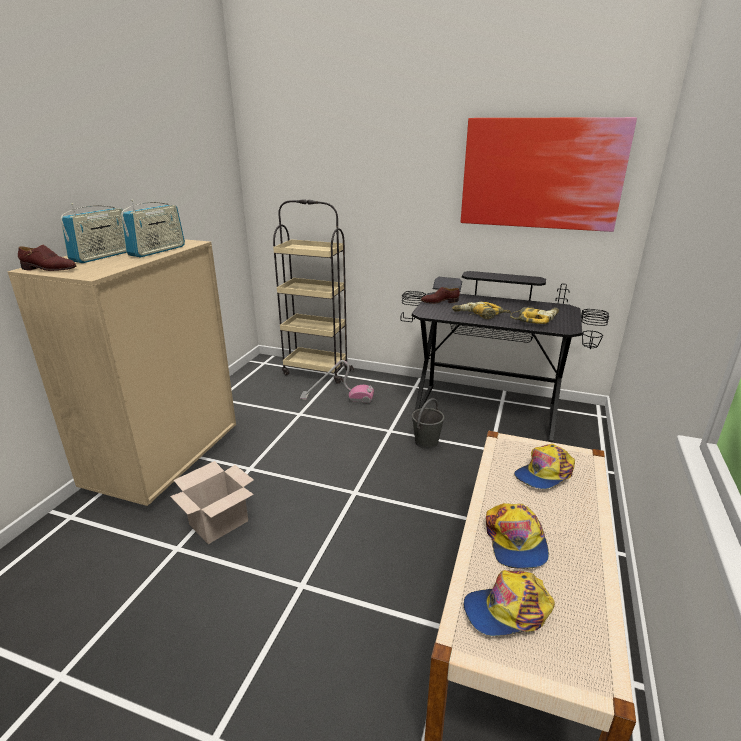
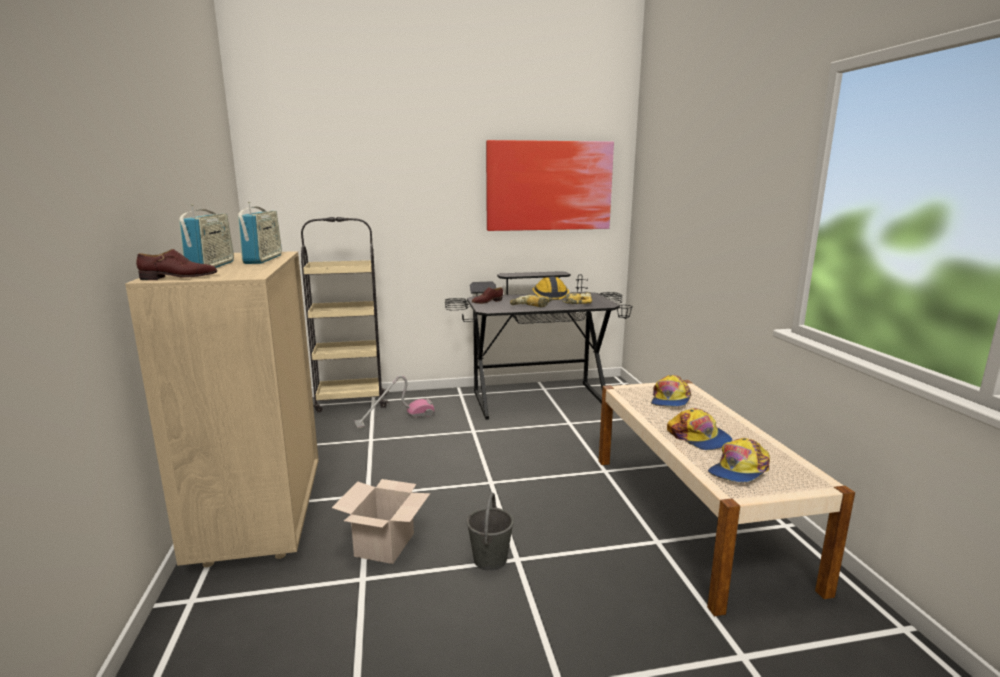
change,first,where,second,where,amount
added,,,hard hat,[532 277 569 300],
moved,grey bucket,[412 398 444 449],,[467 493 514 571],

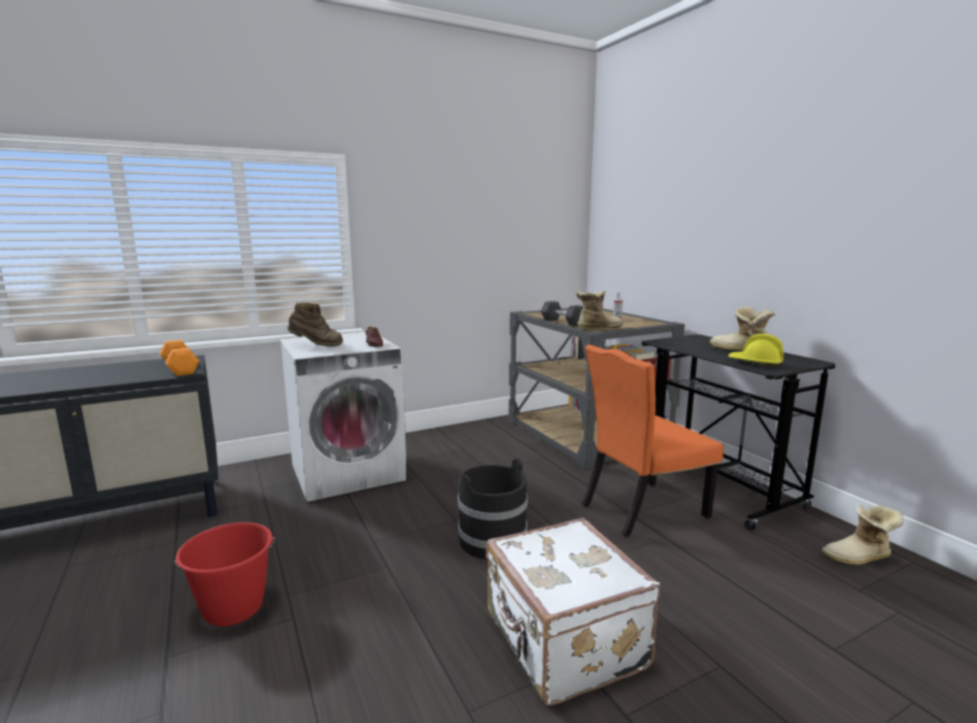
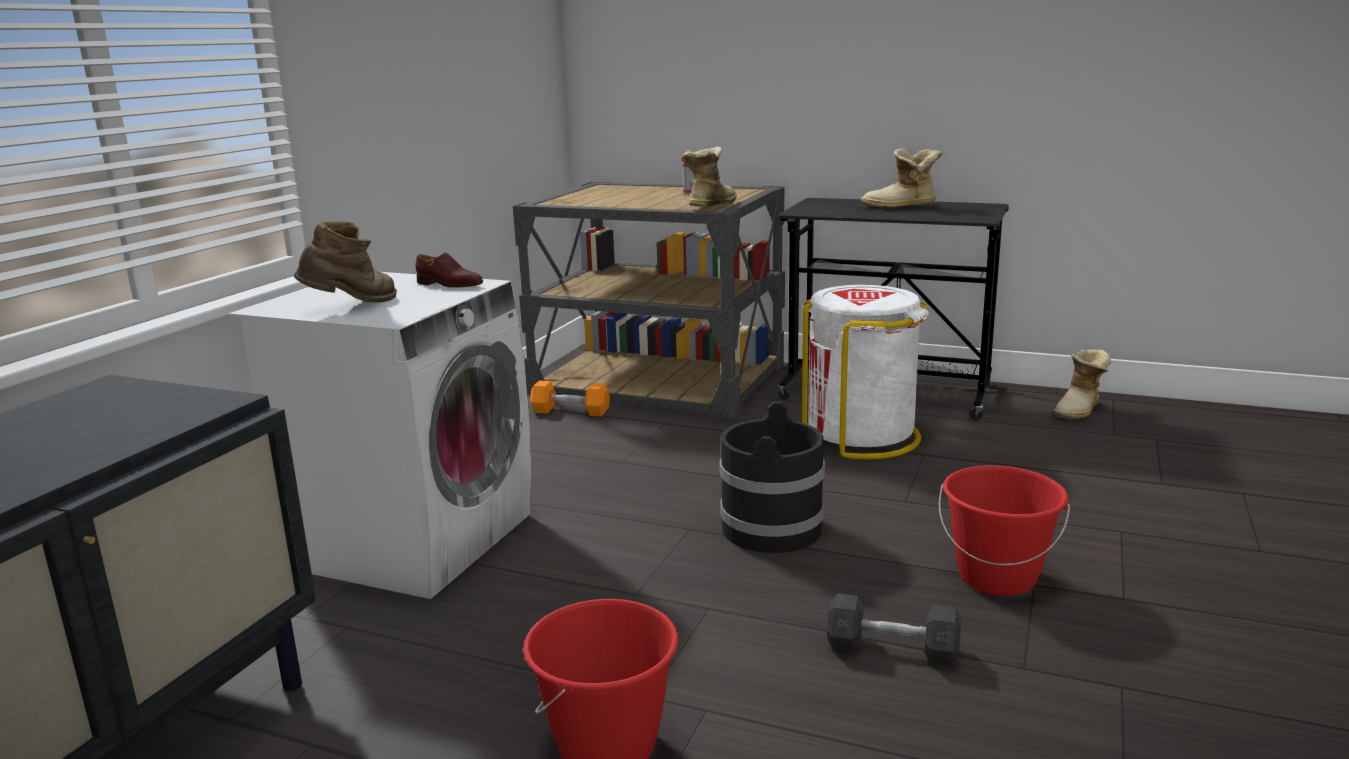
change,first,where,second,where,amount
removed,yellow hard hat,[728 334 784 368],,,
moved,orange dumbbell,[159 340 199 376],,[530 380 610 417],
moved,grey dumbbell,[541 301 583 326],,[827 593 961 665],
replaced,white suitcase,[486 518 660 705],red bucket,[939 465 1070 596],
replaced,orange chair,[582 345 724 537],white trash can,[802 285 929 459],

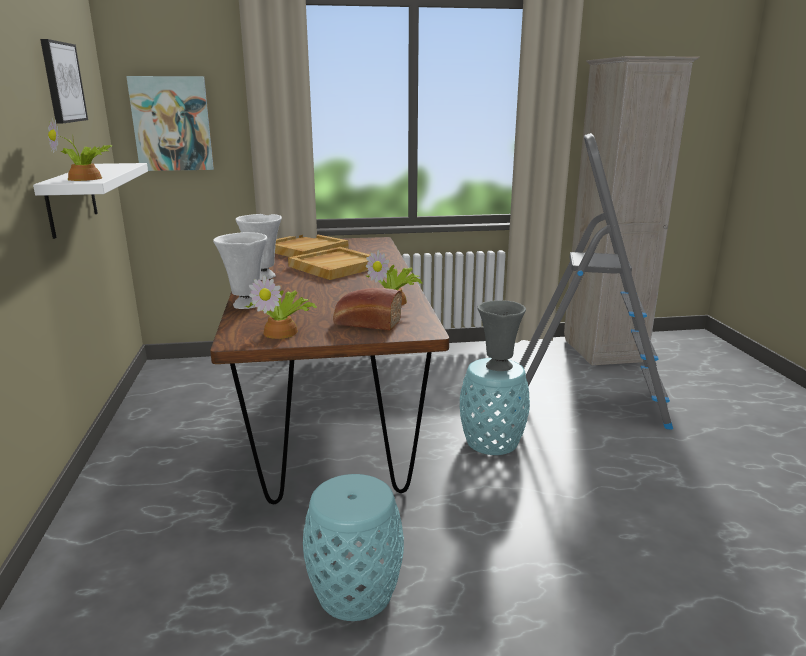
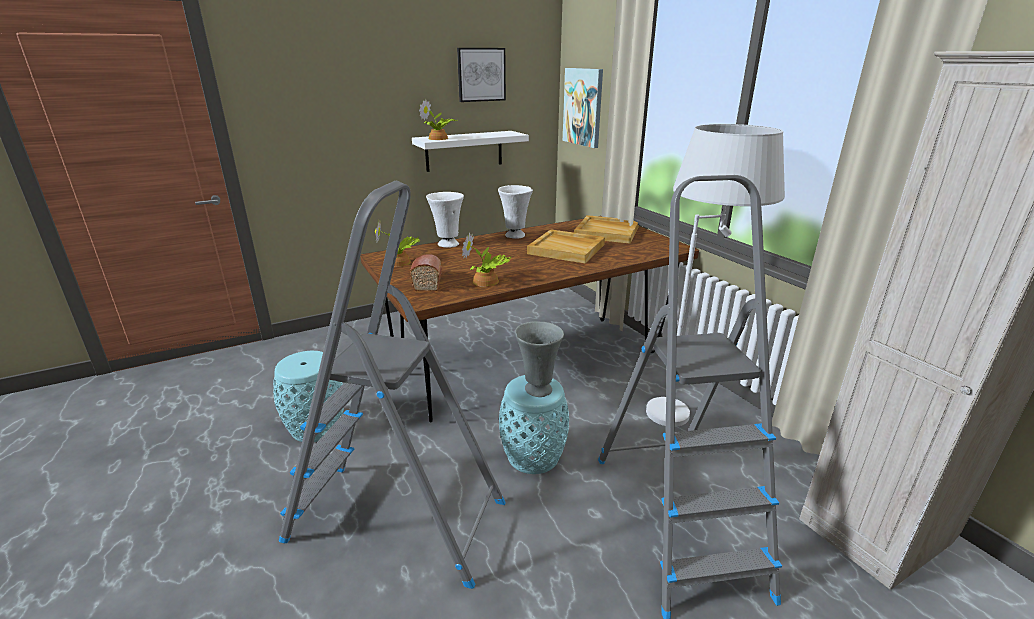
change,first,where,second,where,amount
added,,,grey step ladder,[279 181 506 589],
added,,,white floor lamp,[646 124 785 427],

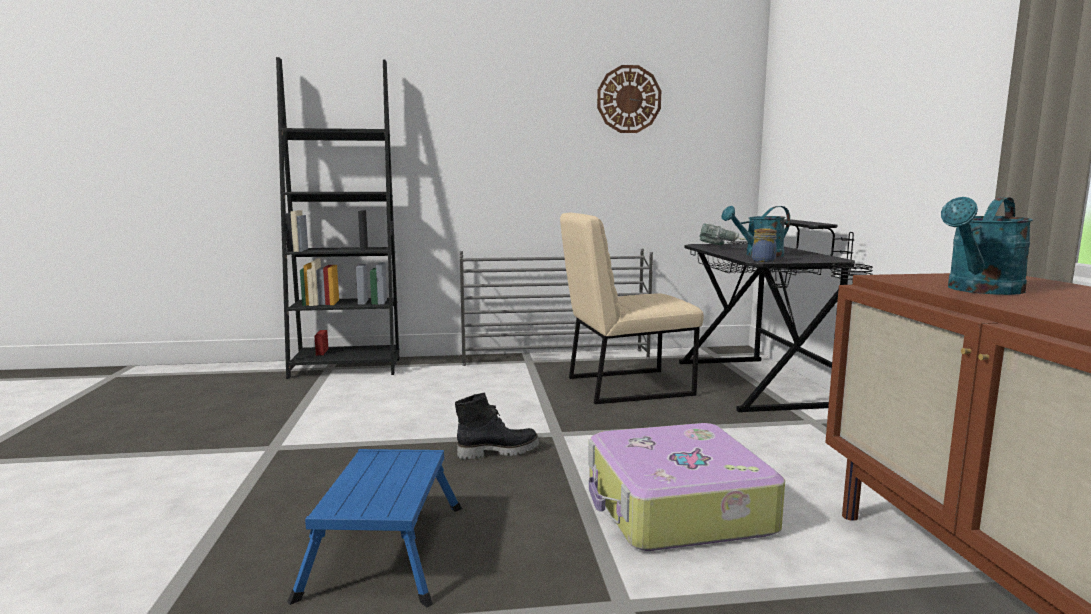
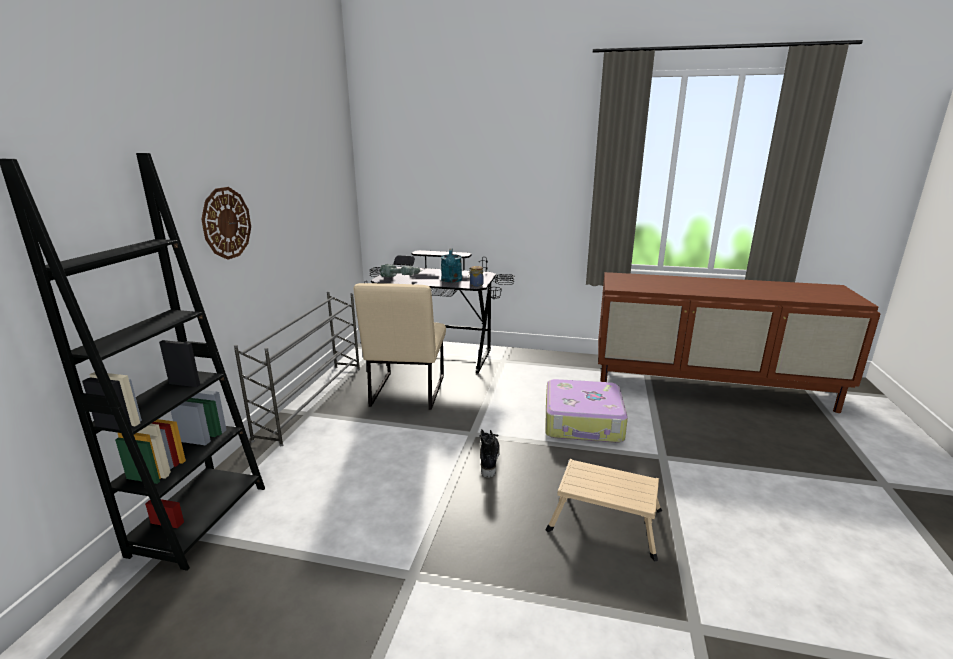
change,first,where,second,where,amount
removed,turquoise watering can,[941 197 1033 295],,,
moved,wall clock,[597 65 661 133],,[201 187 251 260],
recoloured,blue step ladder,[287 449 463 607],beige step ladder,[546 459 662 561],

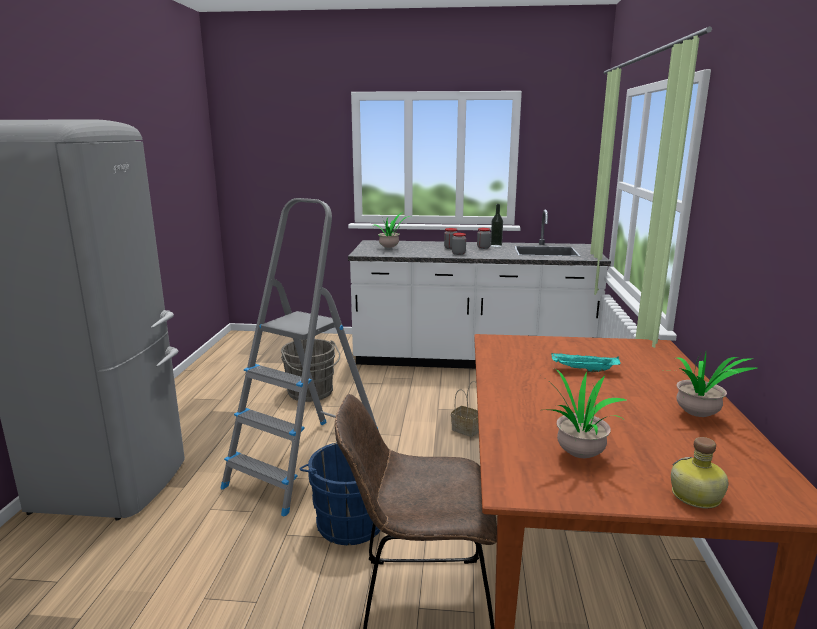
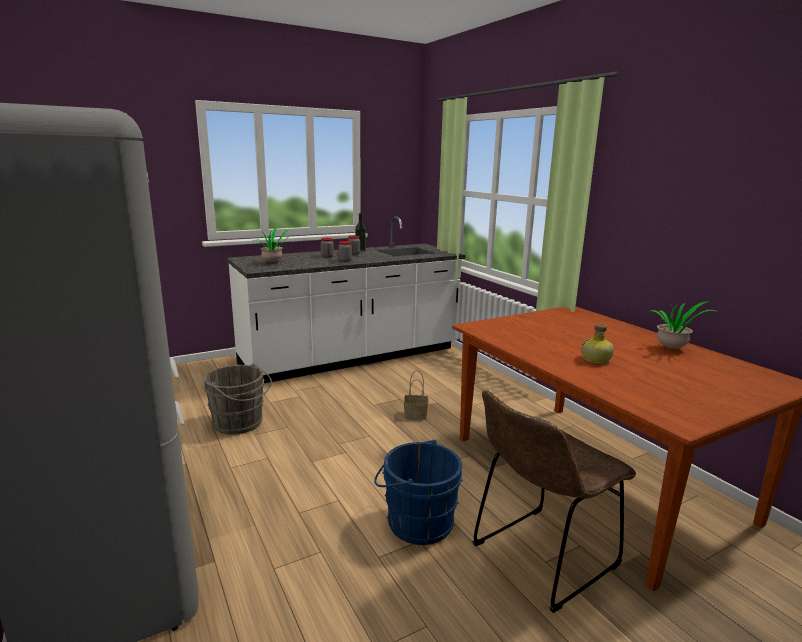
change,first,where,second,where,amount
removed,grey step ladder,[220 198 378 517],,,
removed,potted plant,[537 368 627 458],,,
removed,turquoise tray,[551 353 621 372],,,
moved,bottle,[671 437 729 508],,[581 324 614 364],

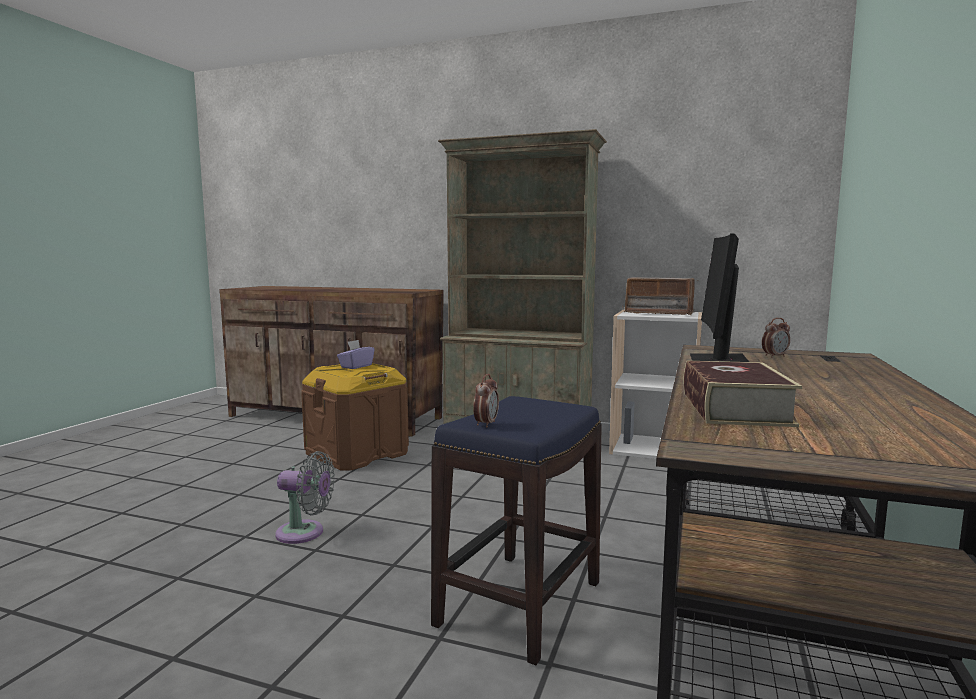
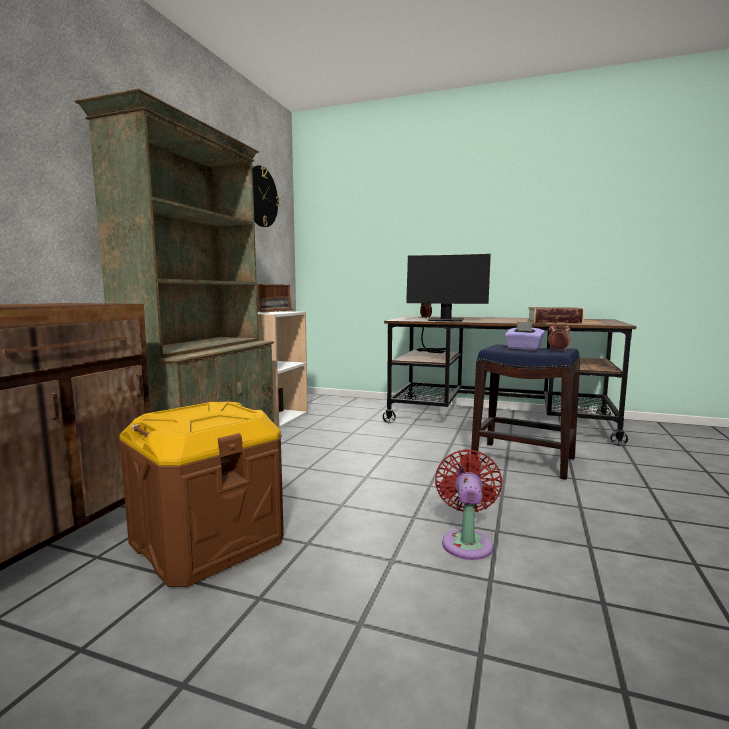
change,first,where,second,where,amount
added,,,wall clock,[252 165 280 227],
moved,purple tissue box,[337 340 375 369],,[505 322 545 350],
recoloured,grey fan,[275 451 335 544],red fan,[435 449 503 560],

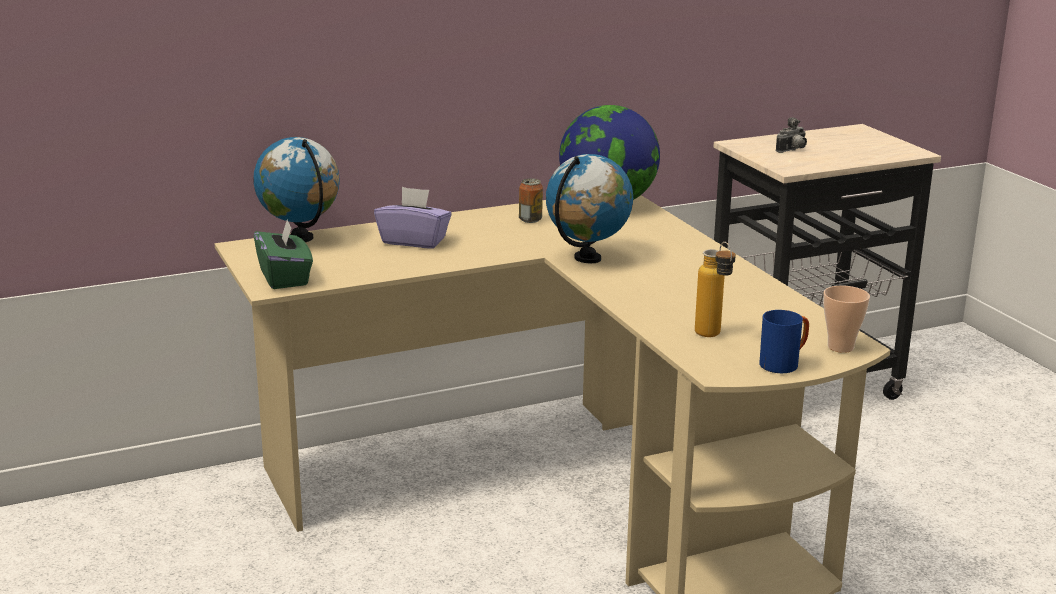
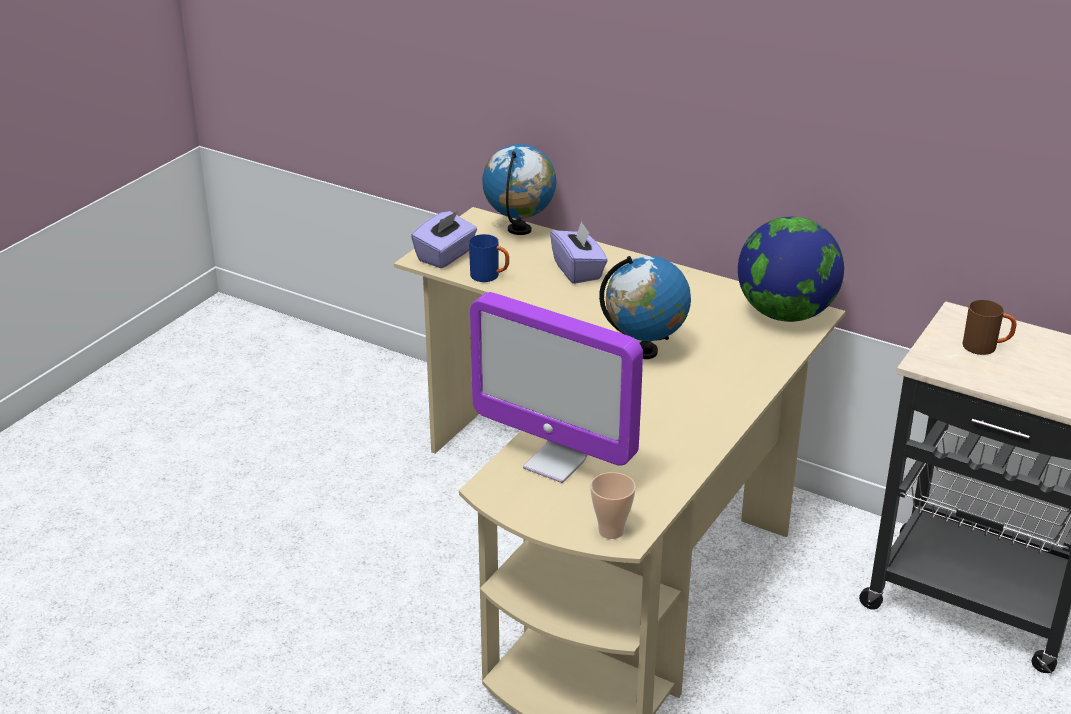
change,first,where,second,where,amount
removed,can,[519 178 543 223],,,
moved,blue mug,[759 310 809 373],,[469 234 509 282],
replaced,bottle,[695 242 736 337],monitor,[470 292 643 483],
replaced,photo camera,[776 117 807 153],brown mug,[963 300 1017 355],
recoloured,green tissue box,[254 218 313 289],purple tissue box,[411 211 477 268],

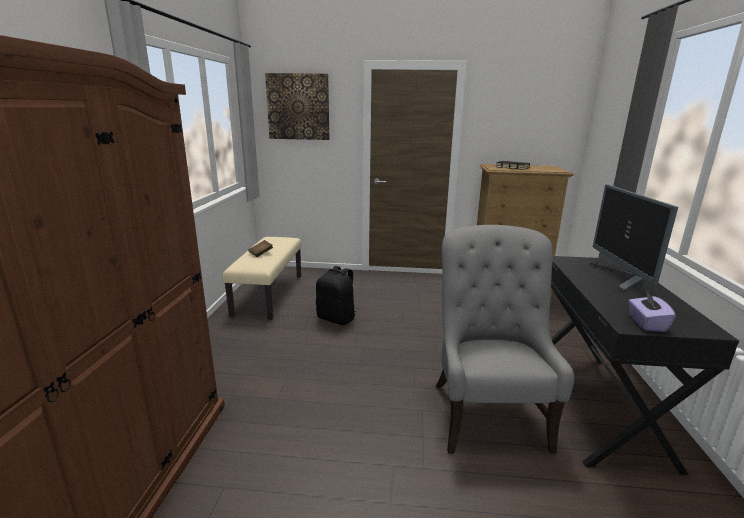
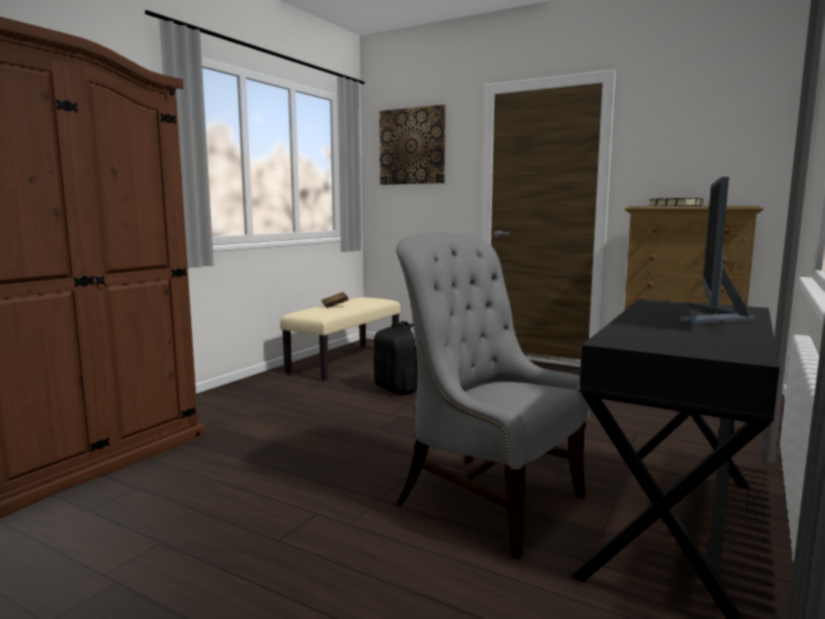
change,first,where,second,where,amount
removed,purple tissue box,[629 291 676 332],,,
turned,grey chair,[435 225 574 454],,[396 232 590 559],75 degrees counterclockwise

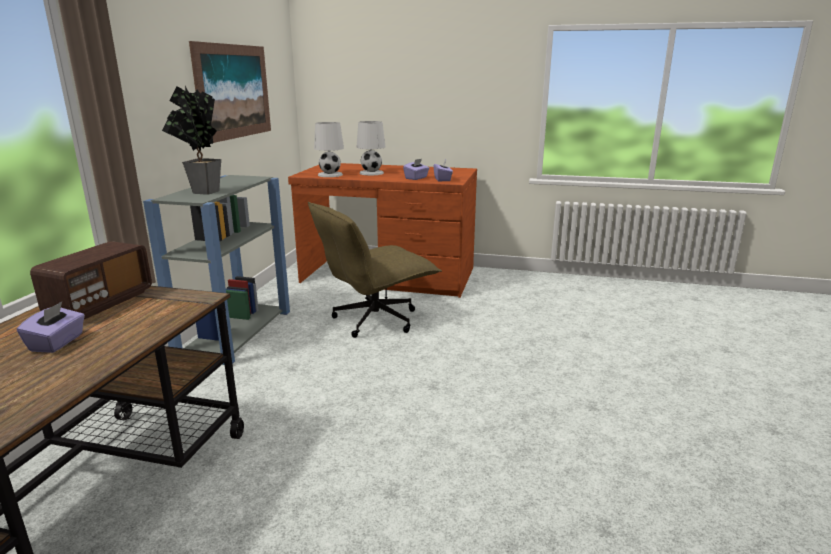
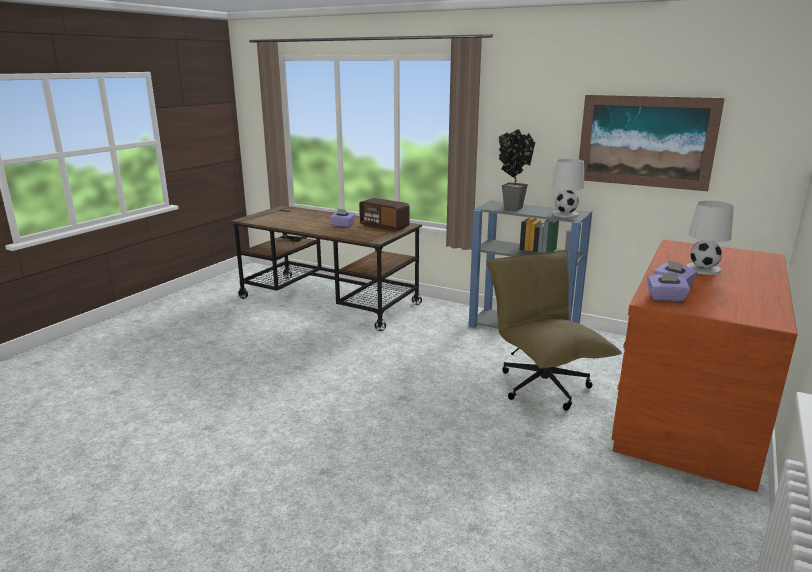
change,first,where,second,where,amount
moved,white table lamp,[314 122 344 177],,[552 159 584 218],

